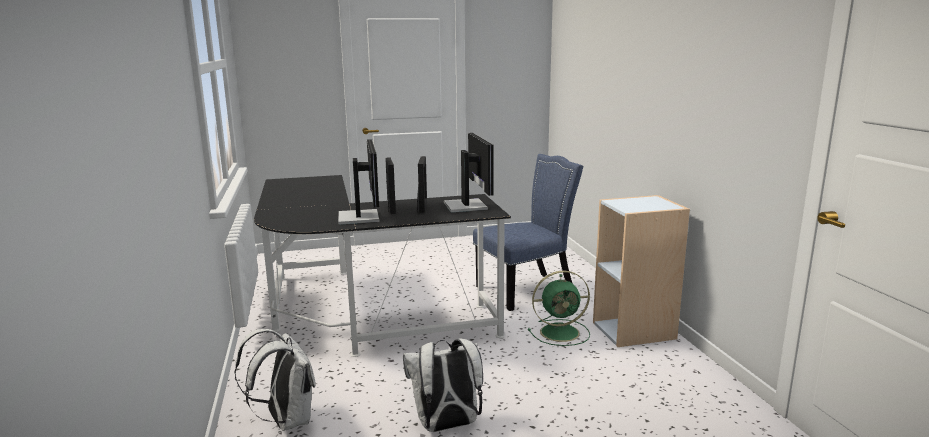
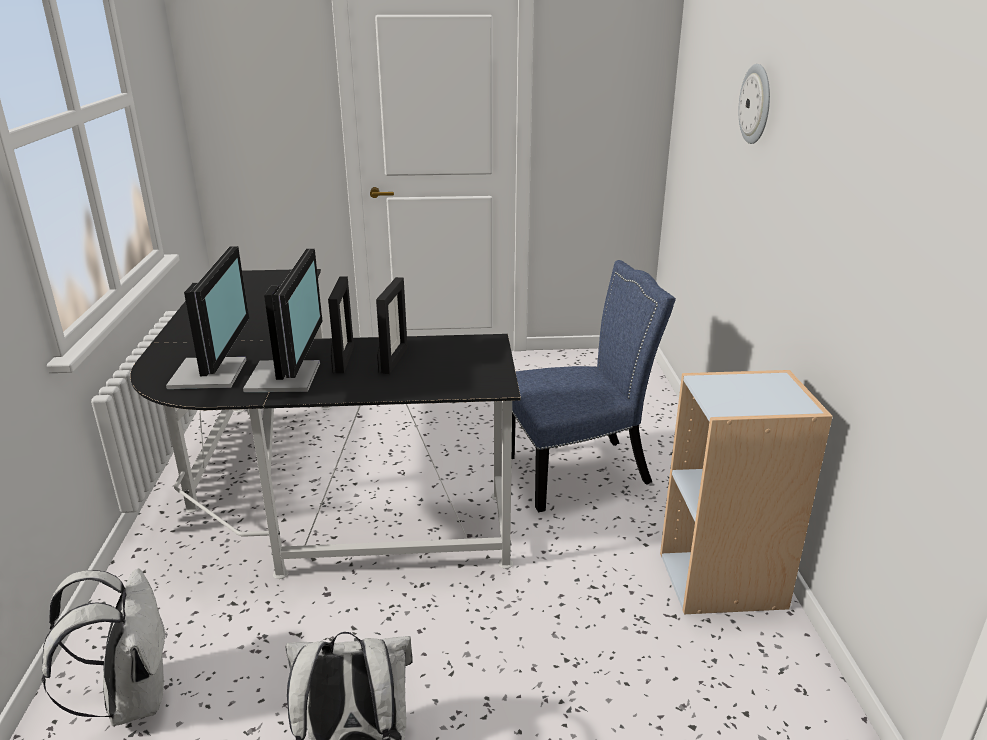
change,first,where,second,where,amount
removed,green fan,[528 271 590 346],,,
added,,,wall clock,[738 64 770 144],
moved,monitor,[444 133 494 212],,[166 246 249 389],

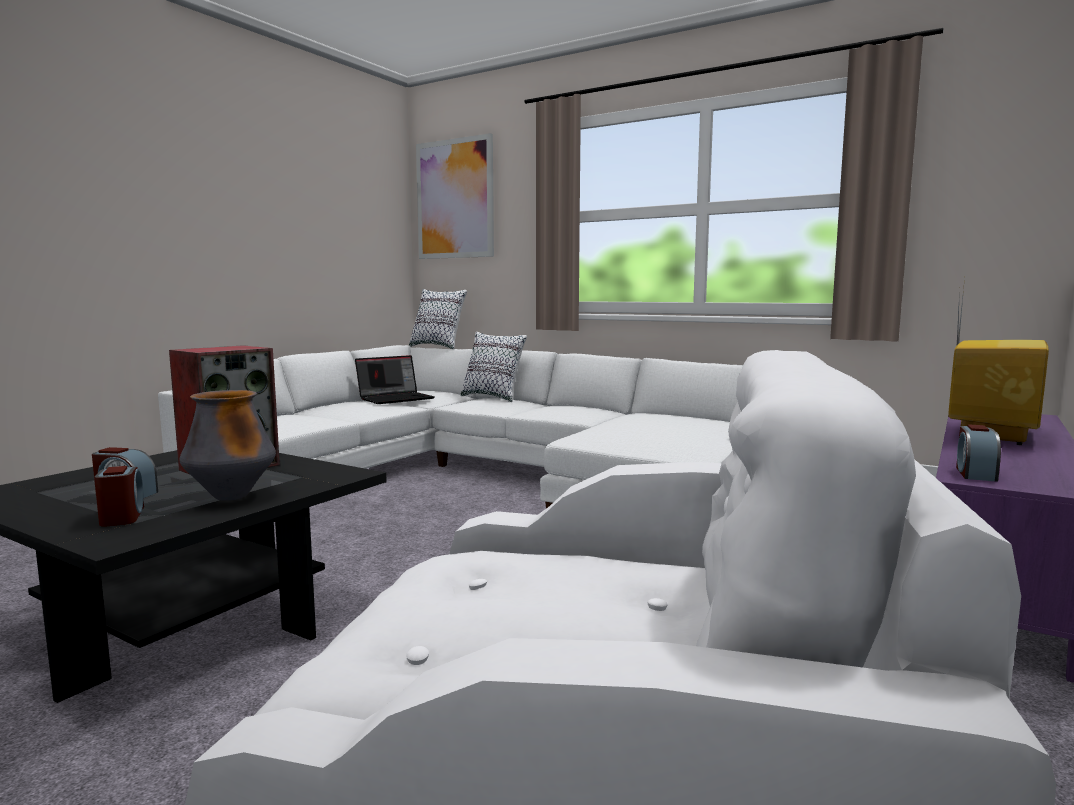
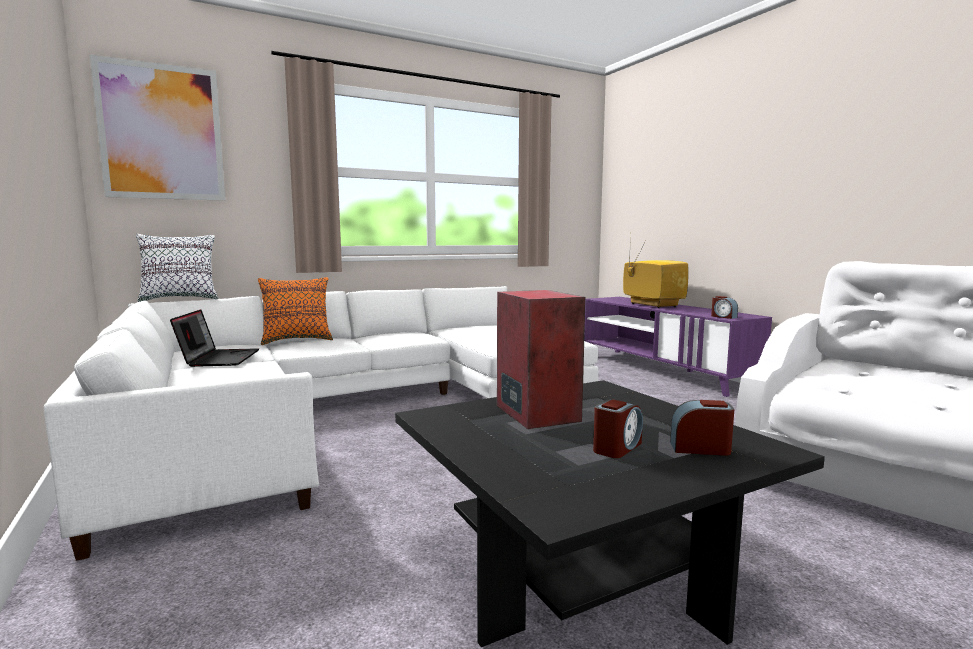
change,first,where,second,where,amount
removed,vase,[179 390 276 501],,,
recoloured,white pillow,[461 332 527 402],orange pillow,[258 277 333 345],

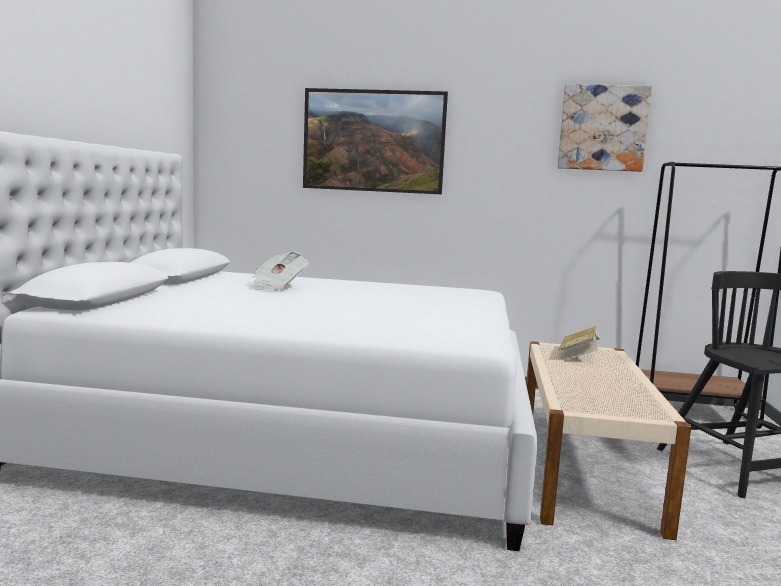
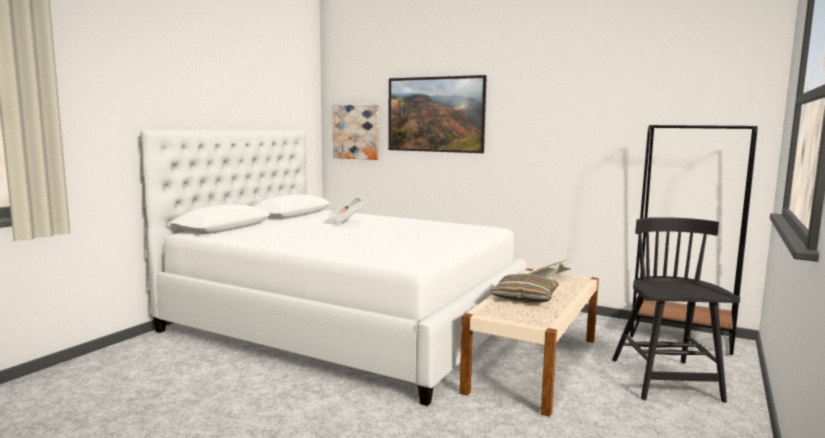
change,first,where,second,where,amount
added,,,pillow,[489 274 558 303],
moved,picture,[557 84 652 172],,[332 105 379 160],

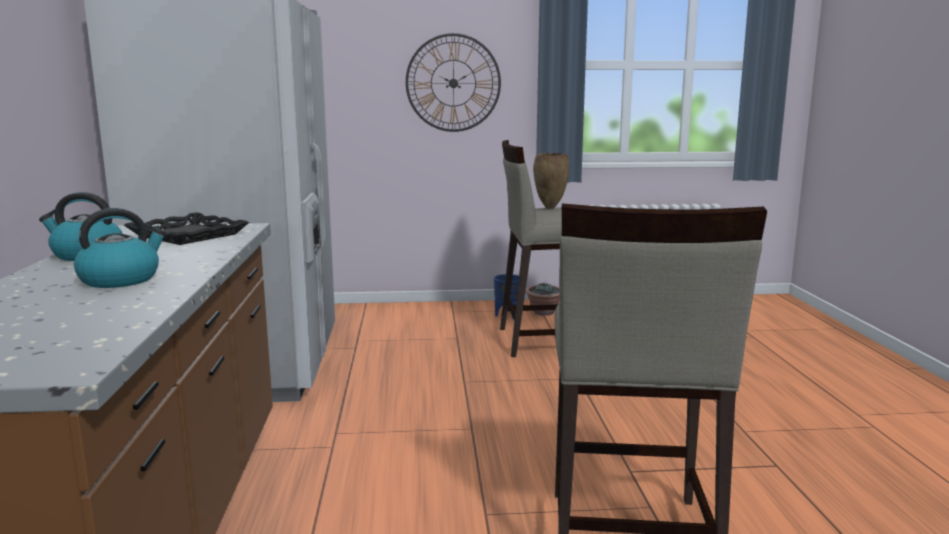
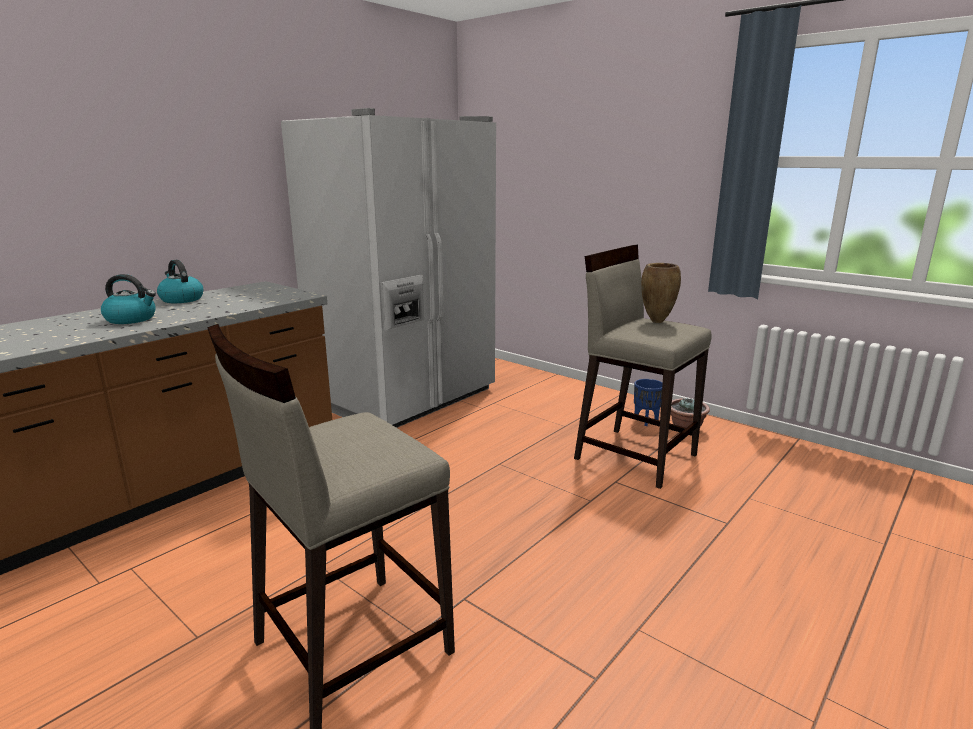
change,first,where,second,where,amount
removed,black tray,[124 212 249 245],,,
removed,wall clock,[406 33 501 132],,,

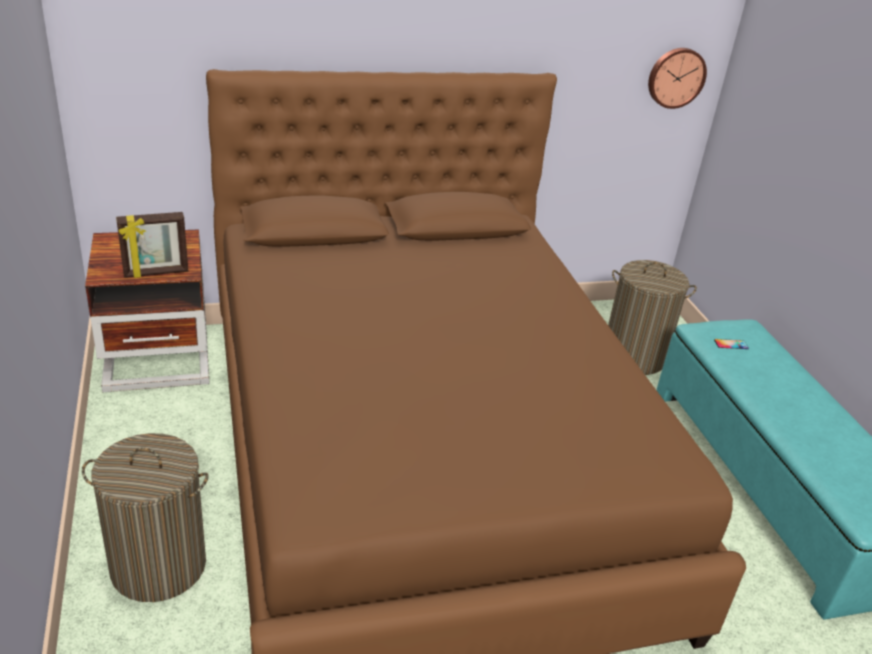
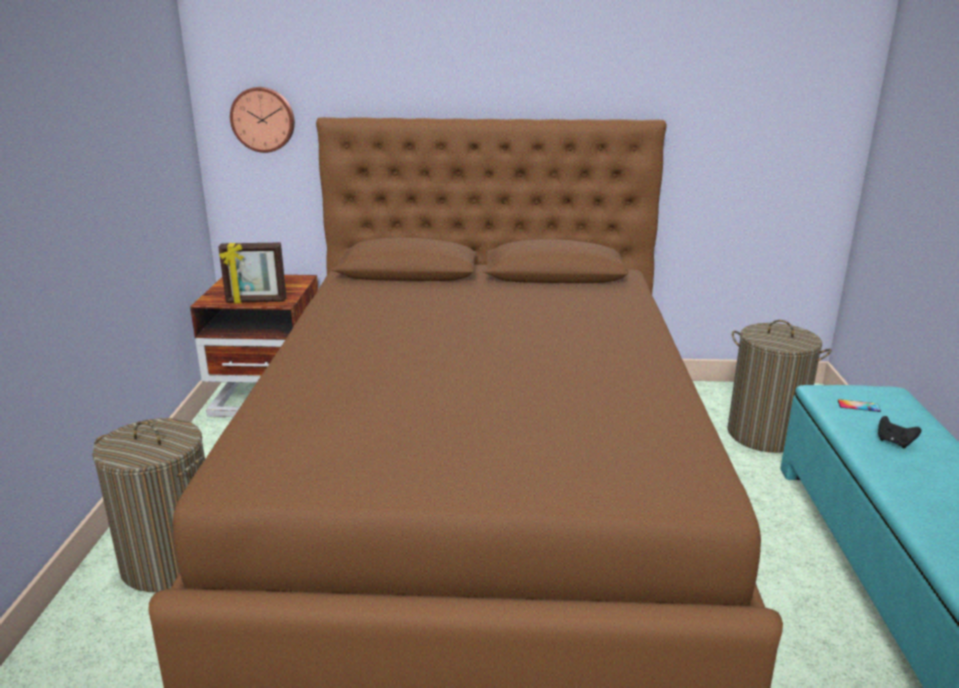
change,first,where,second,where,amount
added,,,black game controller,[878 416 921 449],
moved,wall clock,[648 48 707 109],,[230 87 295 153],

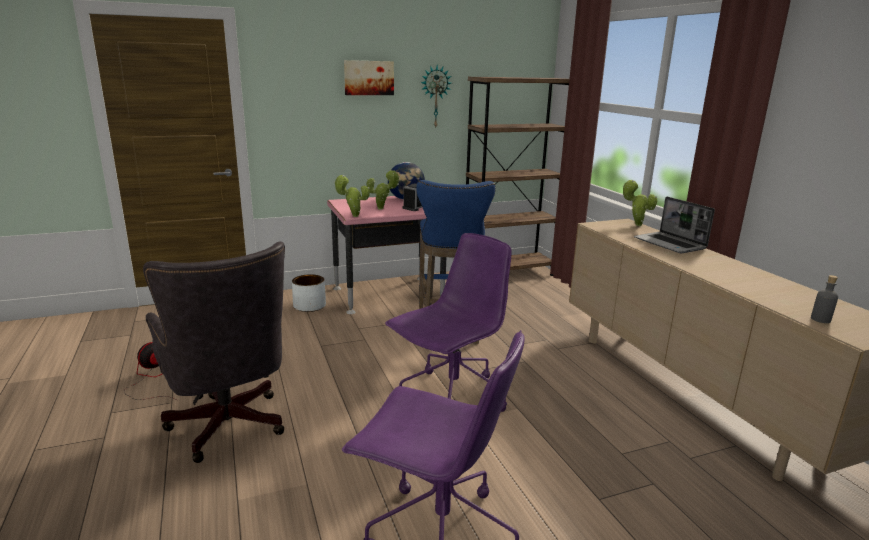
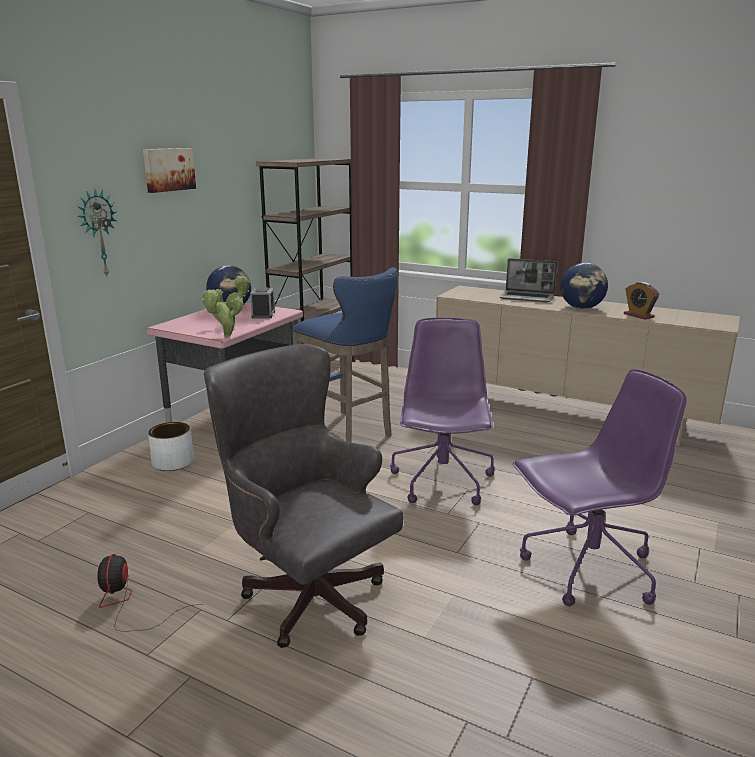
change,first,where,second,where,amount
removed,potted plant,[623 180 657 226],,,
removed,grey bottle,[811 275 838 323],,,
added,,,globe,[560 263 608 309],
added,,,alarm clock,[624 282 659 319],
moved,wall clock,[421 65 451 129],,[77 189 118 276],
turned,grey office chair,[143 241 285 463],,[204 344 403 648],150 degrees counterclockwise

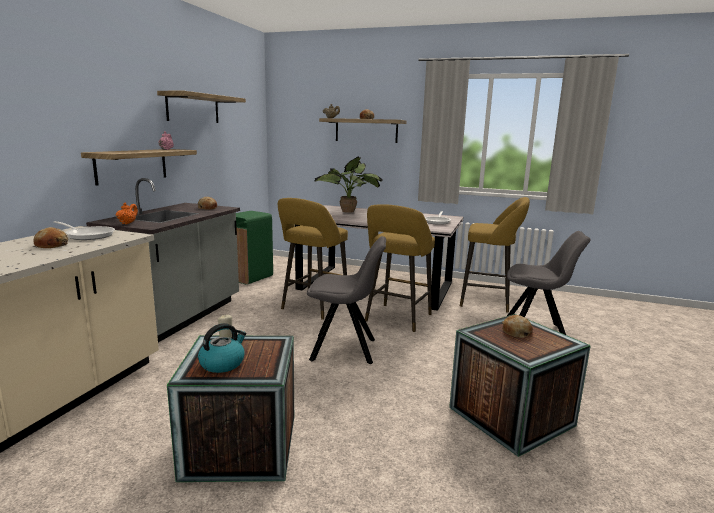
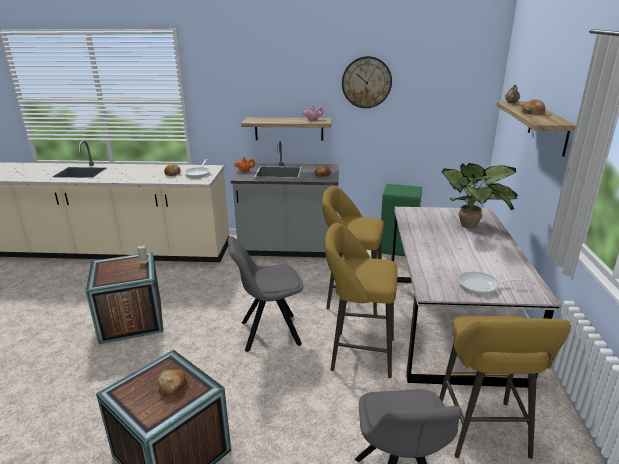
change,first,where,second,where,amount
removed,kettle,[198 323 246 373],,,
replaced,shelf,[157 91 246 123],wall clock,[342 56 392 108],
turned,grey chair,[307 236 386 364],,[228 236 303 352],90 degrees clockwise

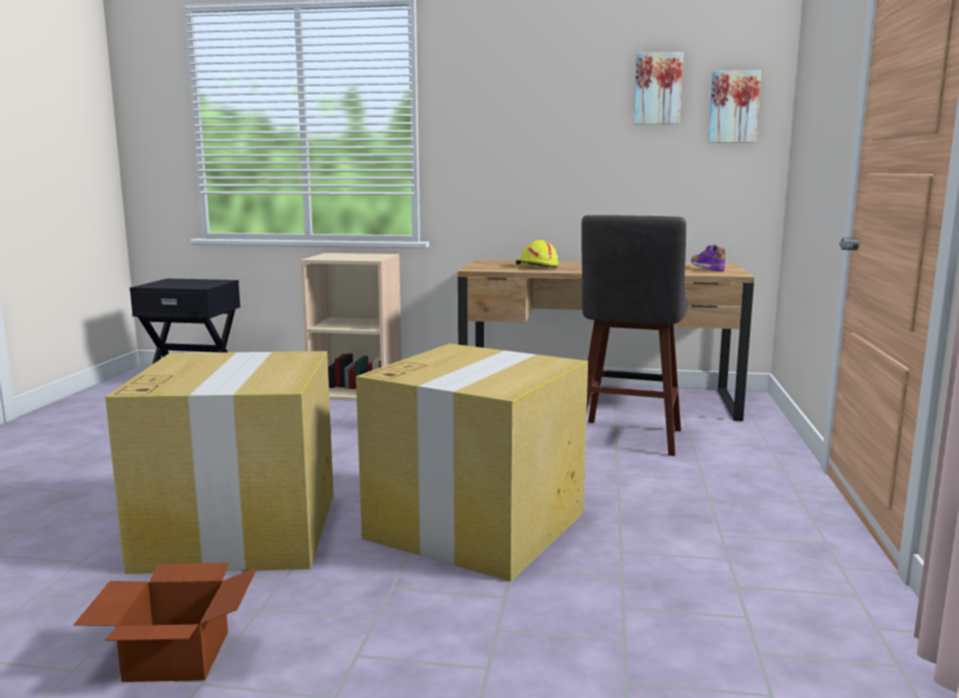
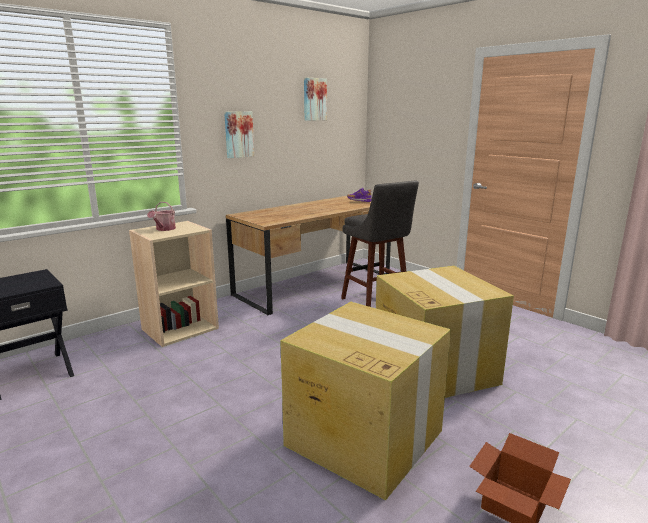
change,first,where,second,where,amount
removed,yellow hard hat,[515 240 558 268],,,
added,,,watering can,[147 202 176 231],
moved,picture,[708 70 761 143],,[224 111 254 158],

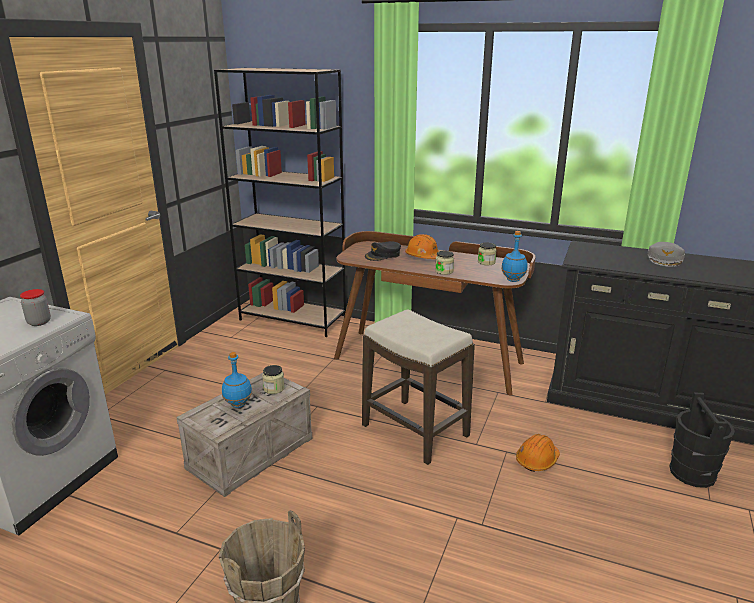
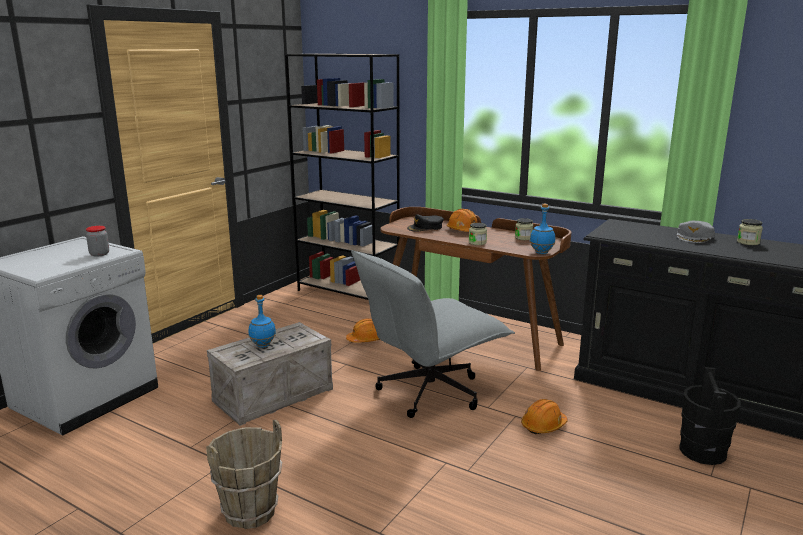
change,first,where,second,where,amount
added,,,orange hard hat,[346 318 380 343],
moved,jar,[262 365 285 394],,[737 219 763 245],
replaced,stool,[362 310 475 465],grey office chair,[351 250 515 418],

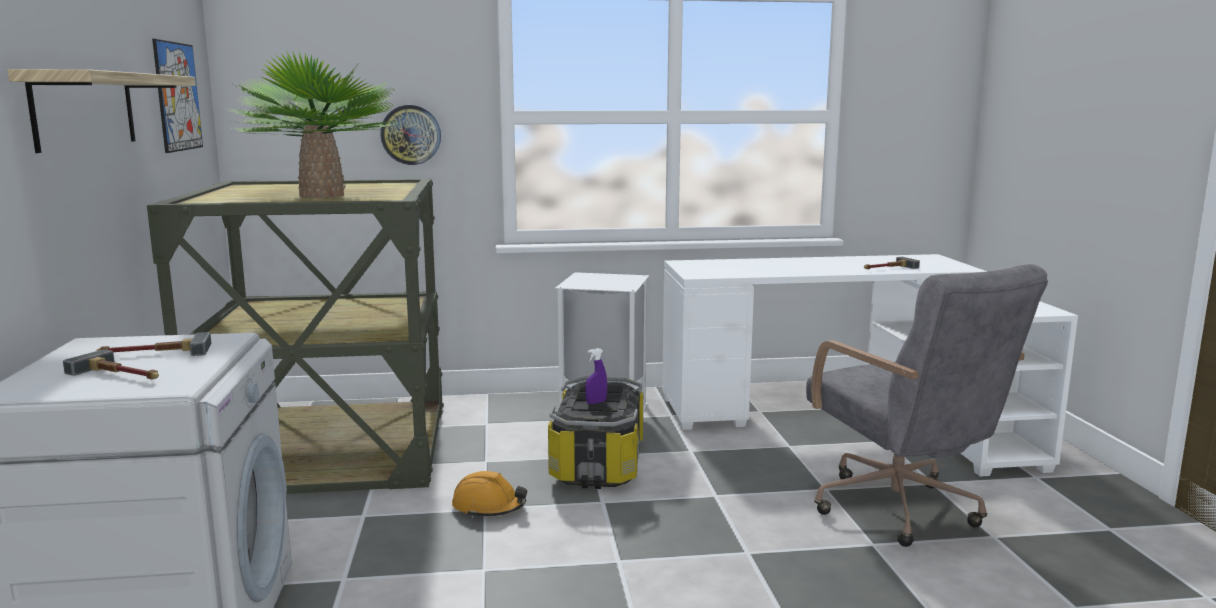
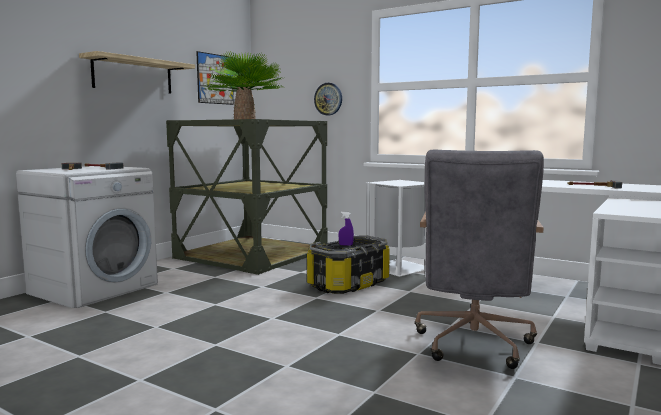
change,first,where,second,where,amount
removed,orange hard hat,[452 471 527 518],,,

